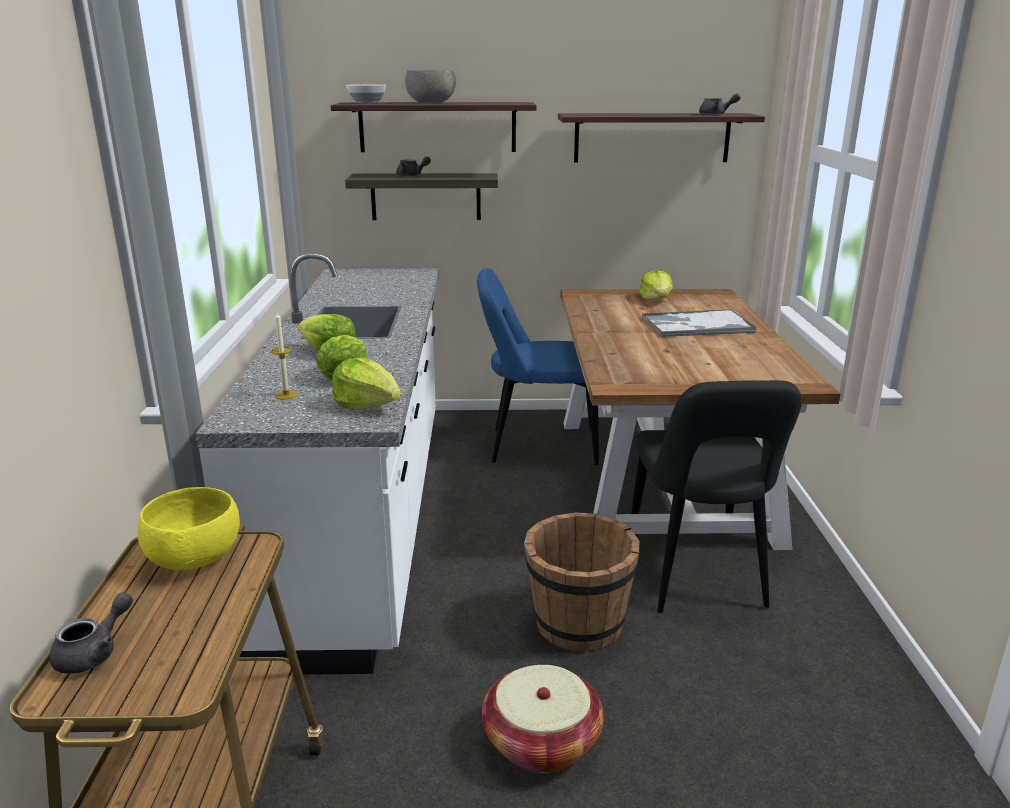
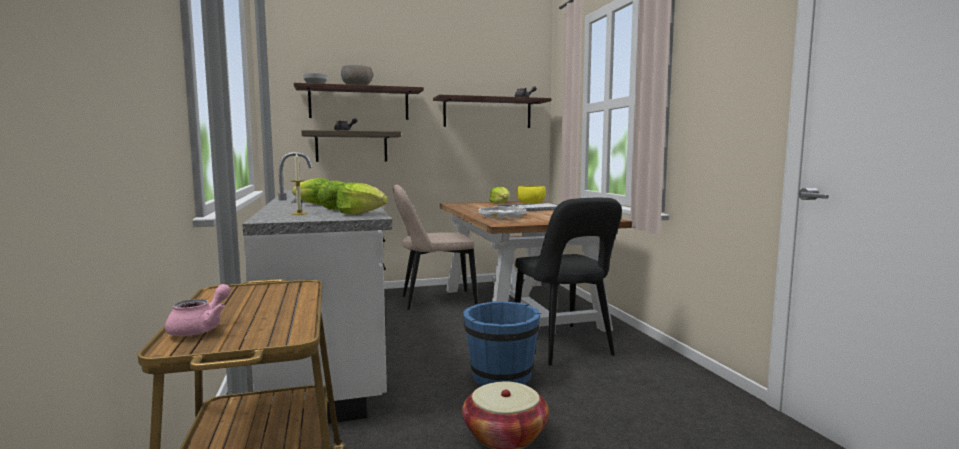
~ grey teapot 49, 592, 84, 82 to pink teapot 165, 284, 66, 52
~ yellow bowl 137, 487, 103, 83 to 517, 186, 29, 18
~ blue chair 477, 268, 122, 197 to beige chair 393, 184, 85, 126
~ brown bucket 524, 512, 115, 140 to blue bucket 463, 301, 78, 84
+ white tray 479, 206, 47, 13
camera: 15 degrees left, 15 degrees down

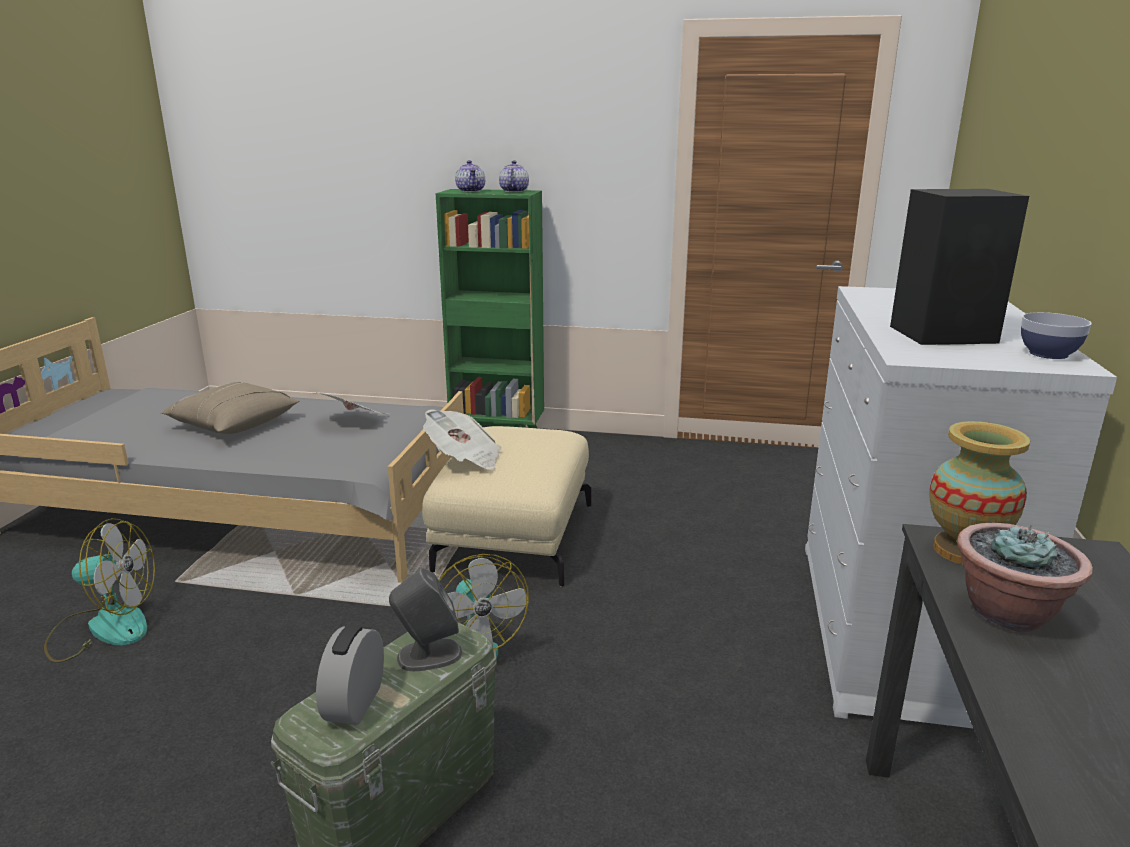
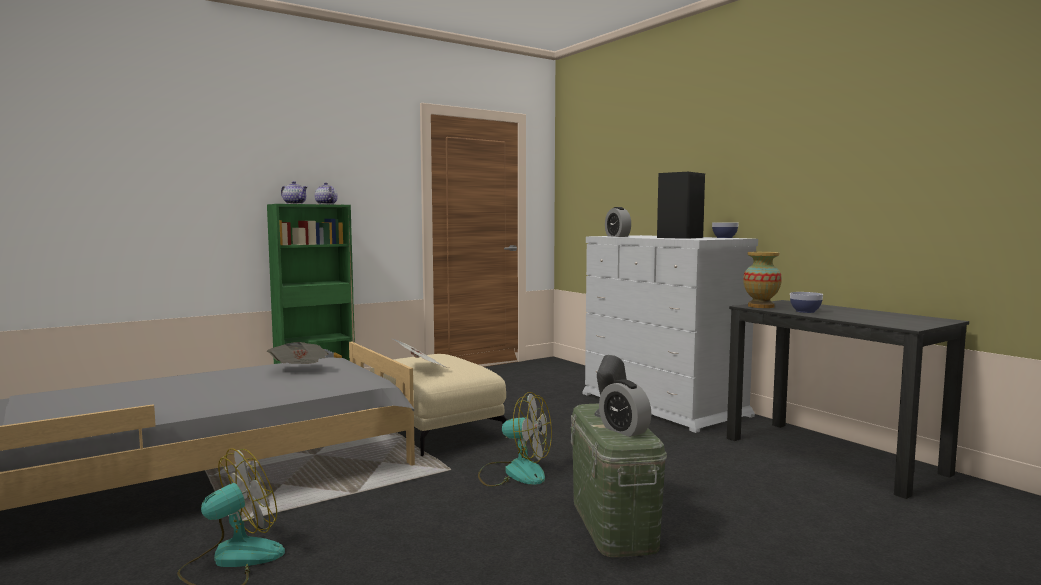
- beige pillow 161, 382, 138, 52
~ potted plant 957, 523, 136, 109 to bowl 790, 292, 33, 21
+ alarm clock 605, 207, 26, 30
camera: 45 degrees left, 15 degrees down

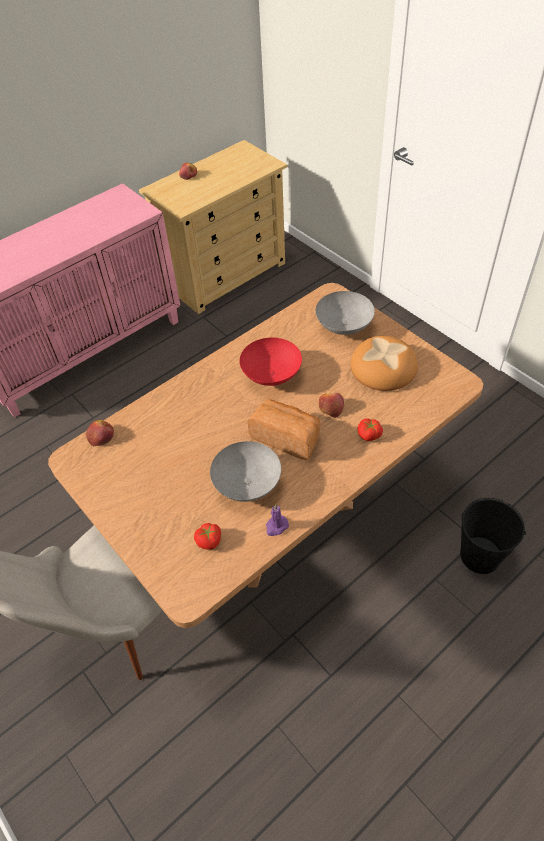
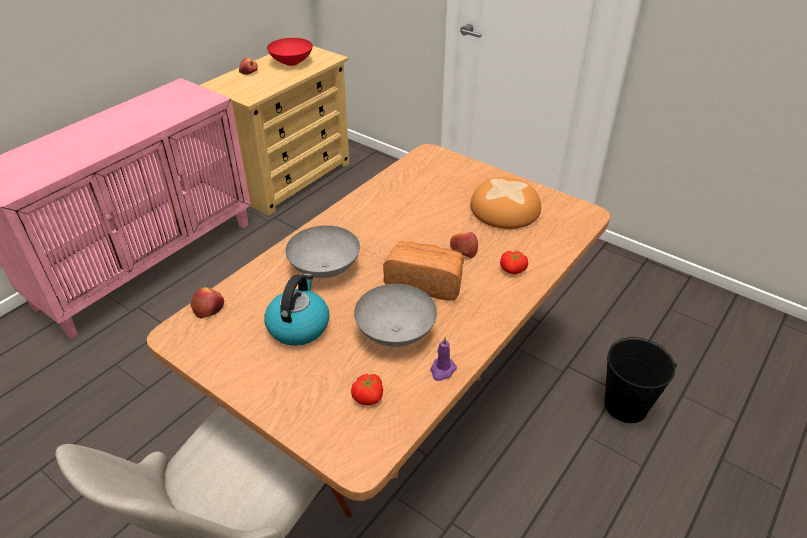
~ red bowl 240, 338, 62, 48 to 267, 38, 46, 28
~ grey bowl 315, 291, 60, 44 to 285, 225, 75, 53
+ kettle 264, 274, 65, 72
camera: 15 degrees left, 10 degrees down

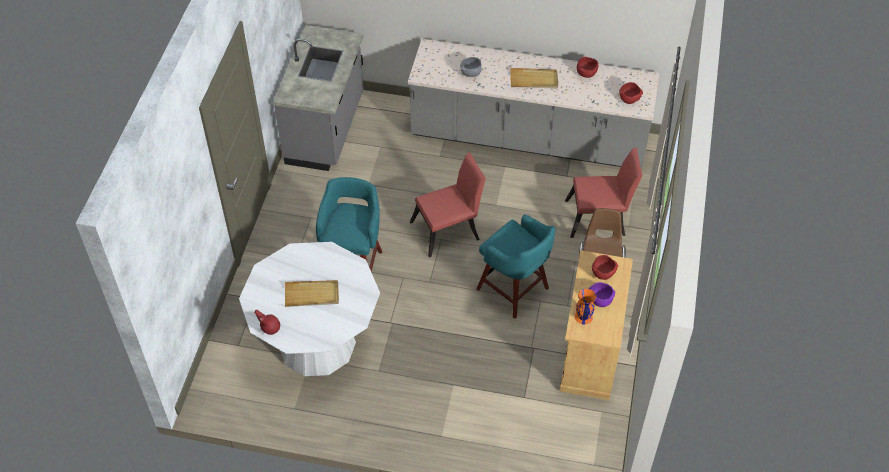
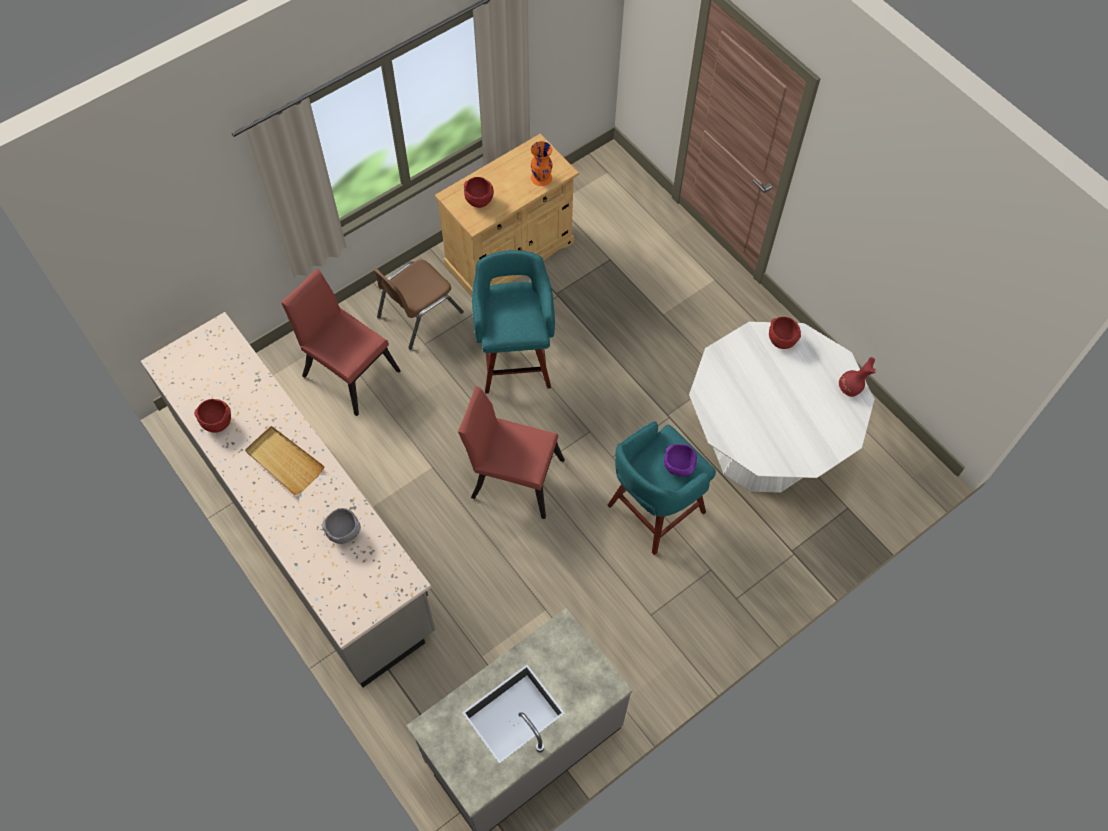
- beige tray 285, 280, 54, 27
~ purple bowl 588, 282, 27, 25 to 664, 444, 33, 33
~ red bowl 619, 82, 24, 22 to 769, 317, 32, 32
camera: 140 degrees left, 10 degrees up

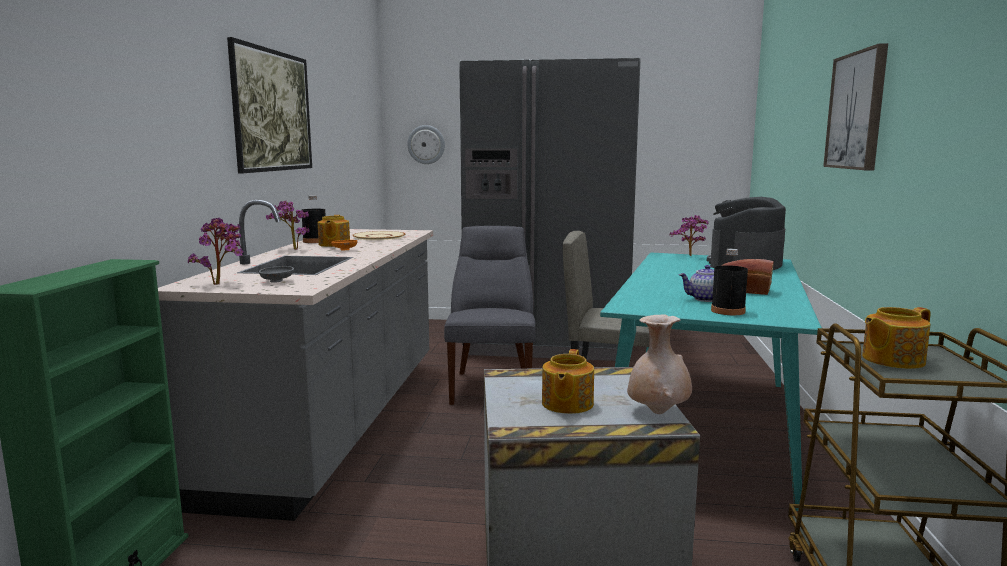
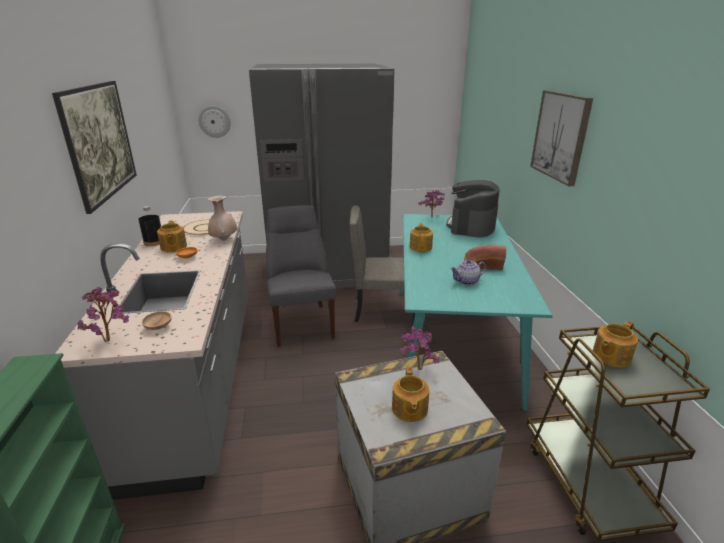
~ grey bowl 259, 266, 35, 17 to brown bowl 142, 311, 29, 19
~ potted plant 266, 201, 43, 49 to 399, 326, 40, 44
~ beige vase 627, 314, 65, 100 to 208, 195, 29, 46
- black bottle 711, 249, 37, 66
+ teapot 410, 223, 23, 29
camera: 15 degrees left, 15 degrees up

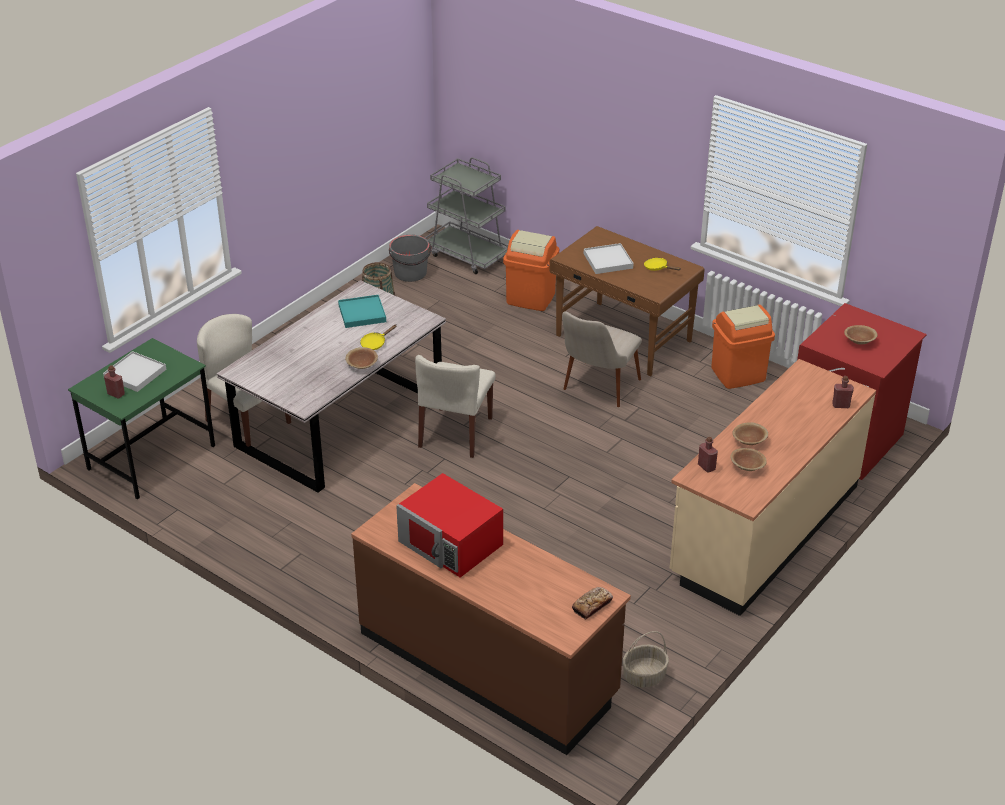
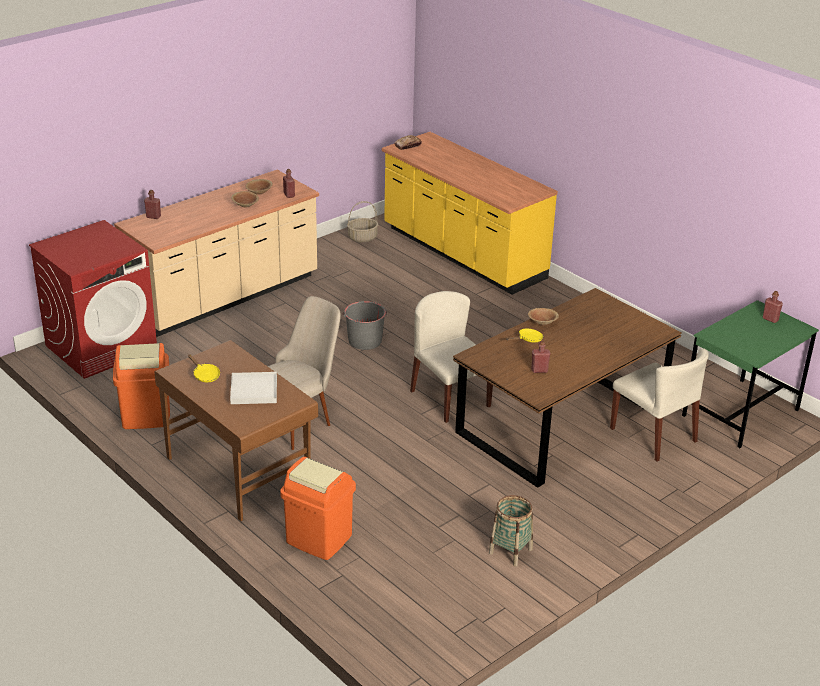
- white tray 103, 351, 63, 41
~ grey dining table 217, 280, 229, 212 to brown dining table 453, 288, 229, 200
~ turquoise tray 338, 295, 48, 33 to red bottle 531, 341, 19, 32
~ brown counter 351, 483, 280, 272 to yellow counter 382, 132, 176, 163
~ grey bucket 389, 235, 43, 47 to 343, 301, 44, 49
- red microwave 396, 473, 107, 105
~ beige chair 415, 355, 81, 103 = 410, 291, 83, 132 60 degrees counterclockwise
- grey cart 425, 157, 83, 117
- brown bowl 844, 325, 33, 20
camera: 170 degrees left, 5 degrees down

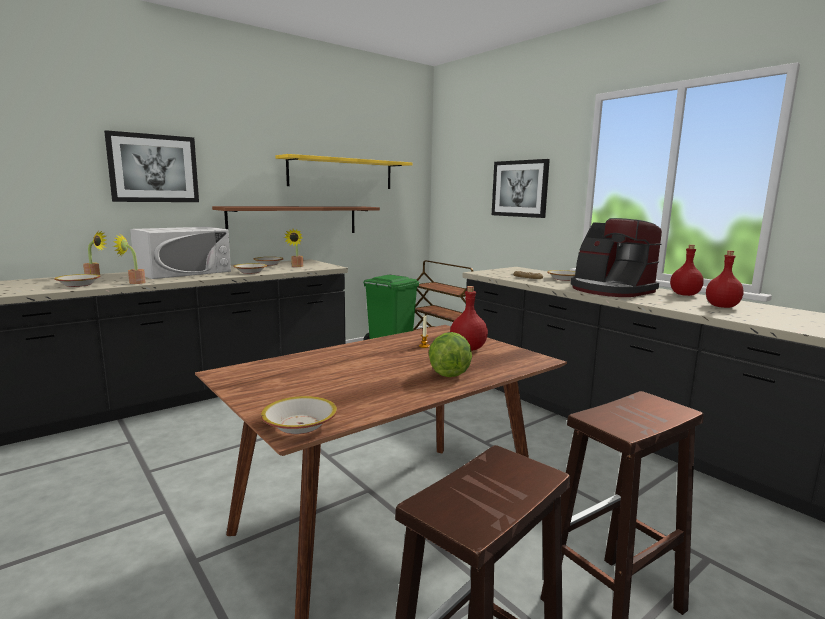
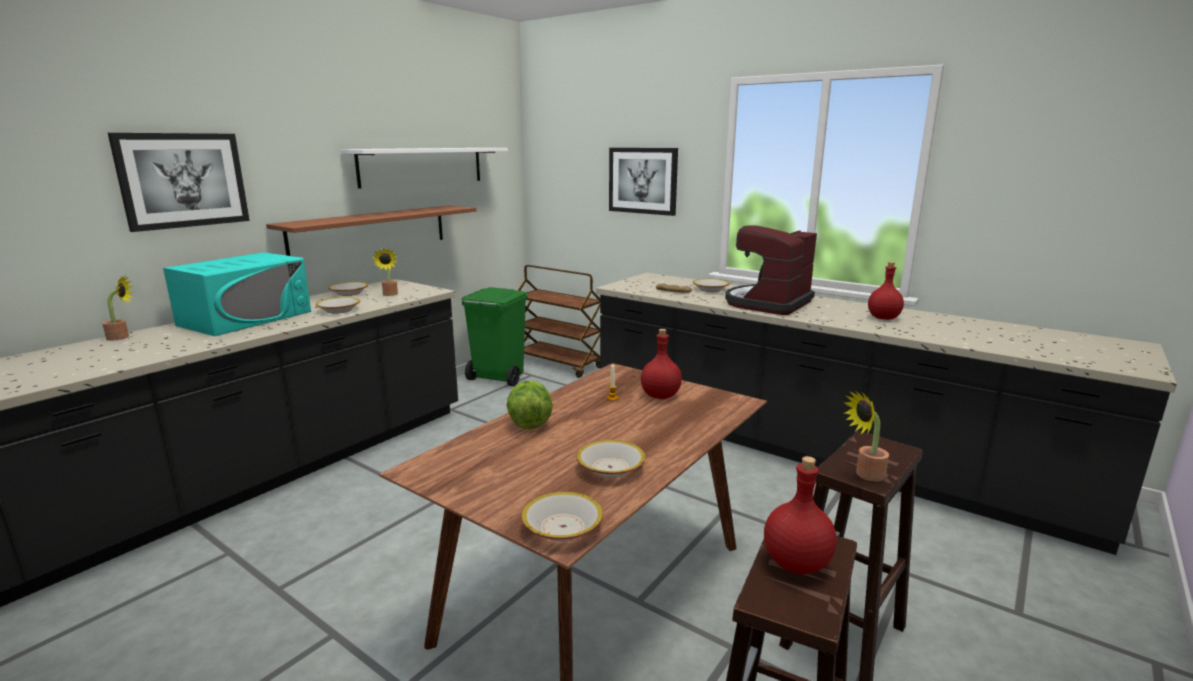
~ bowl 54, 274, 46, 13 to 577, 440, 68, 38
~ potted plant 113, 234, 33, 50 to 844, 391, 45, 91
~ white microwave 130, 227, 101, 52 to turquoise microwave 163, 252, 148, 84
~ yellow shelf 275, 154, 137, 35 to white shelf 341, 148, 167, 41
~ lettuce 429, 332, 43, 45 to 506, 380, 47, 49
~ coffee machine 571, 218, 91, 79 = 725, 225, 92, 90 90 degrees clockwise
~ red bottle 670, 245, 34, 51 to 764, 456, 73, 118
camera: 15 degrees left, 5 degrees up

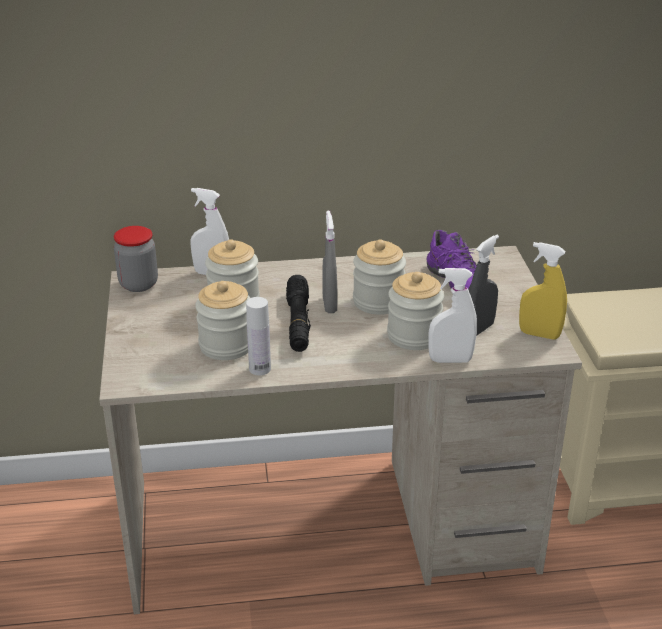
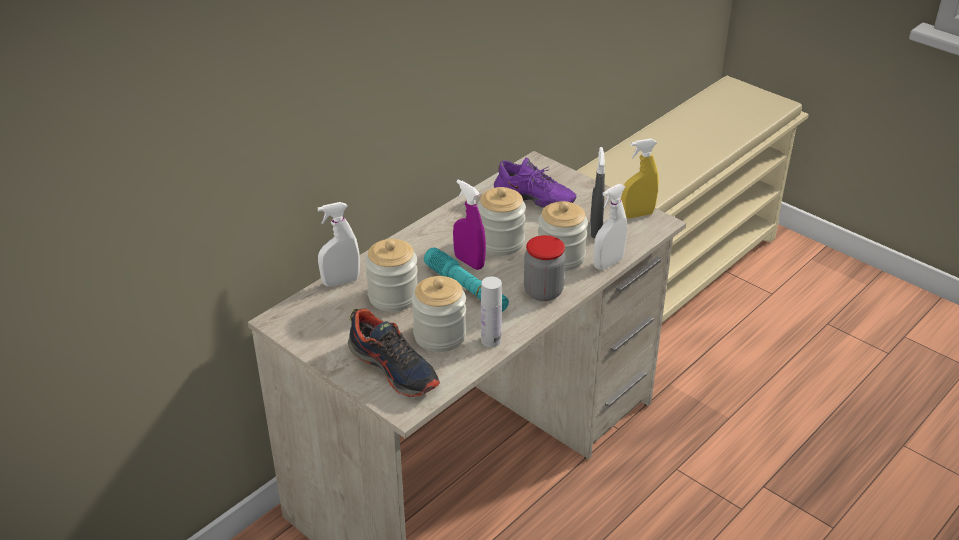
~ jar 114, 226, 44, 66 to 524, 235, 42, 66
~ black flashlight 286, 275, 25, 77 to turquoise flashlight 424, 247, 85, 65
~ grey spray bottle 322, 210, 15, 103 to purple spray bottle 453, 179, 33, 91
+ shoe 348, 308, 92, 89
camera: 40 degrees left, 5 degrees up

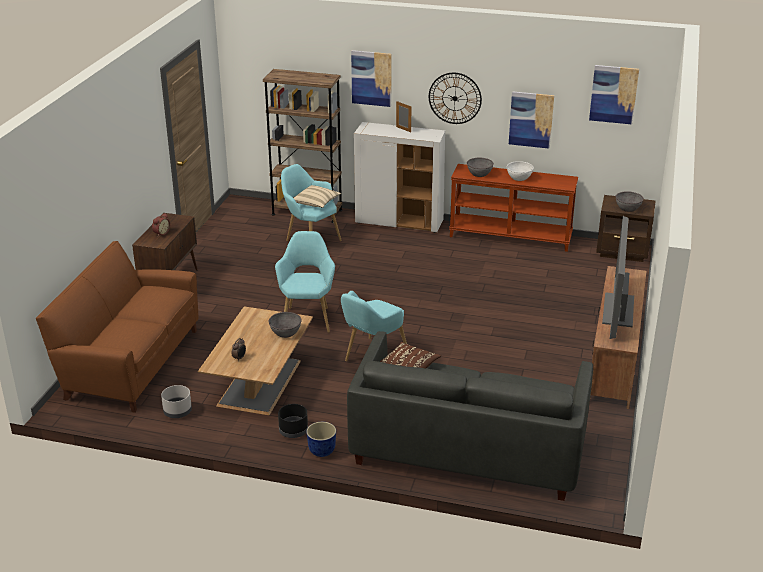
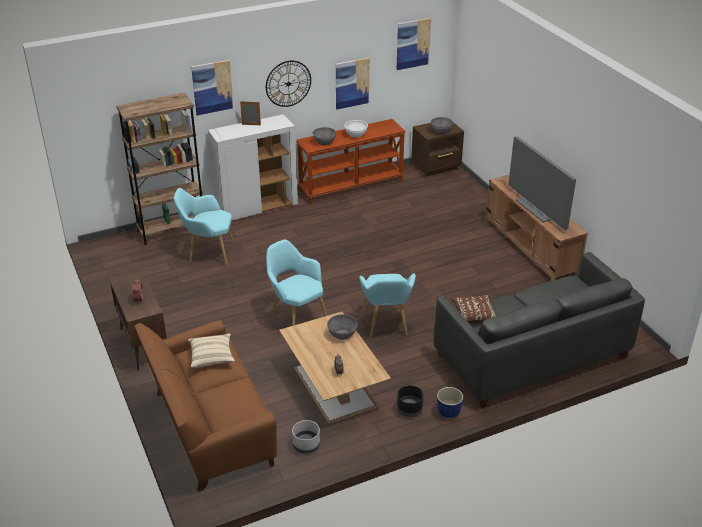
~ beige pillow 294, 185, 47, 23 to 188, 333, 47, 35
camera: 40 degrees left, 5 degrees up

